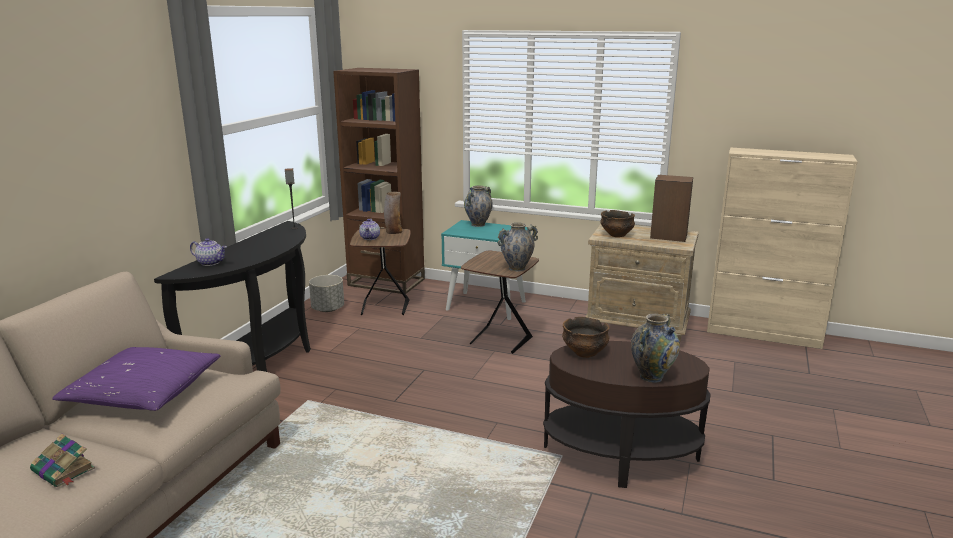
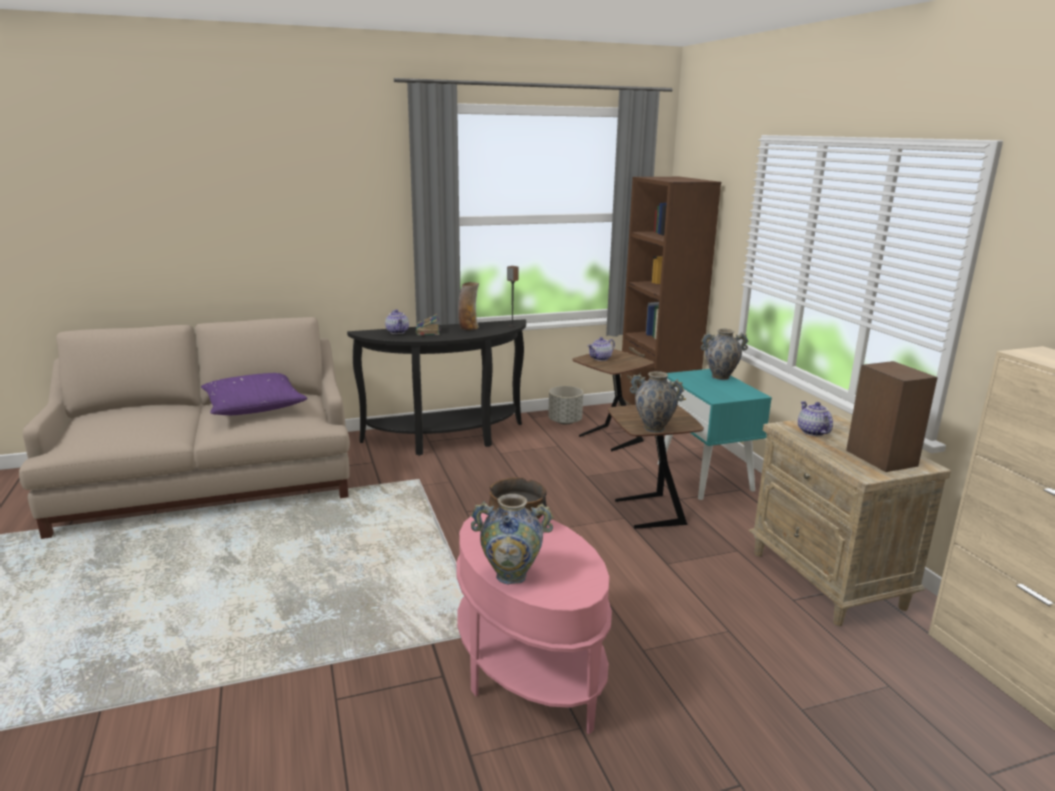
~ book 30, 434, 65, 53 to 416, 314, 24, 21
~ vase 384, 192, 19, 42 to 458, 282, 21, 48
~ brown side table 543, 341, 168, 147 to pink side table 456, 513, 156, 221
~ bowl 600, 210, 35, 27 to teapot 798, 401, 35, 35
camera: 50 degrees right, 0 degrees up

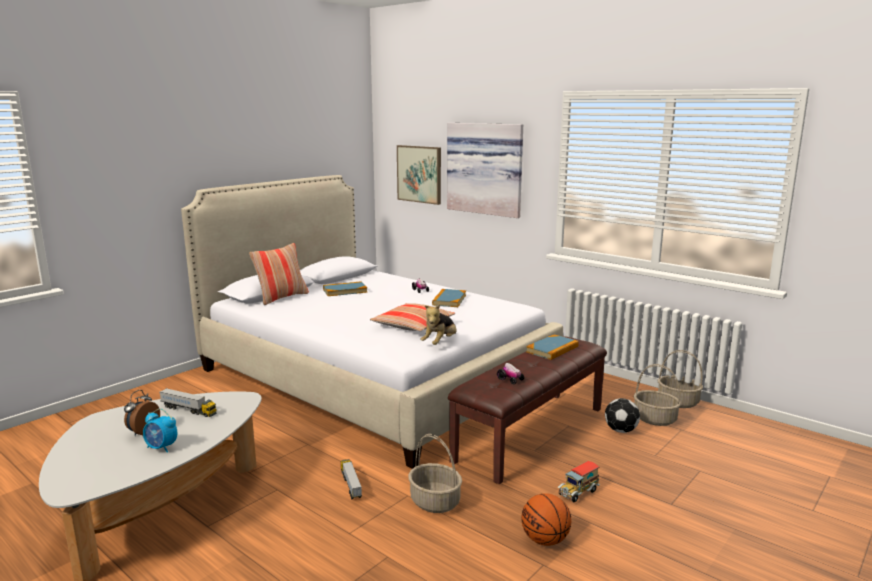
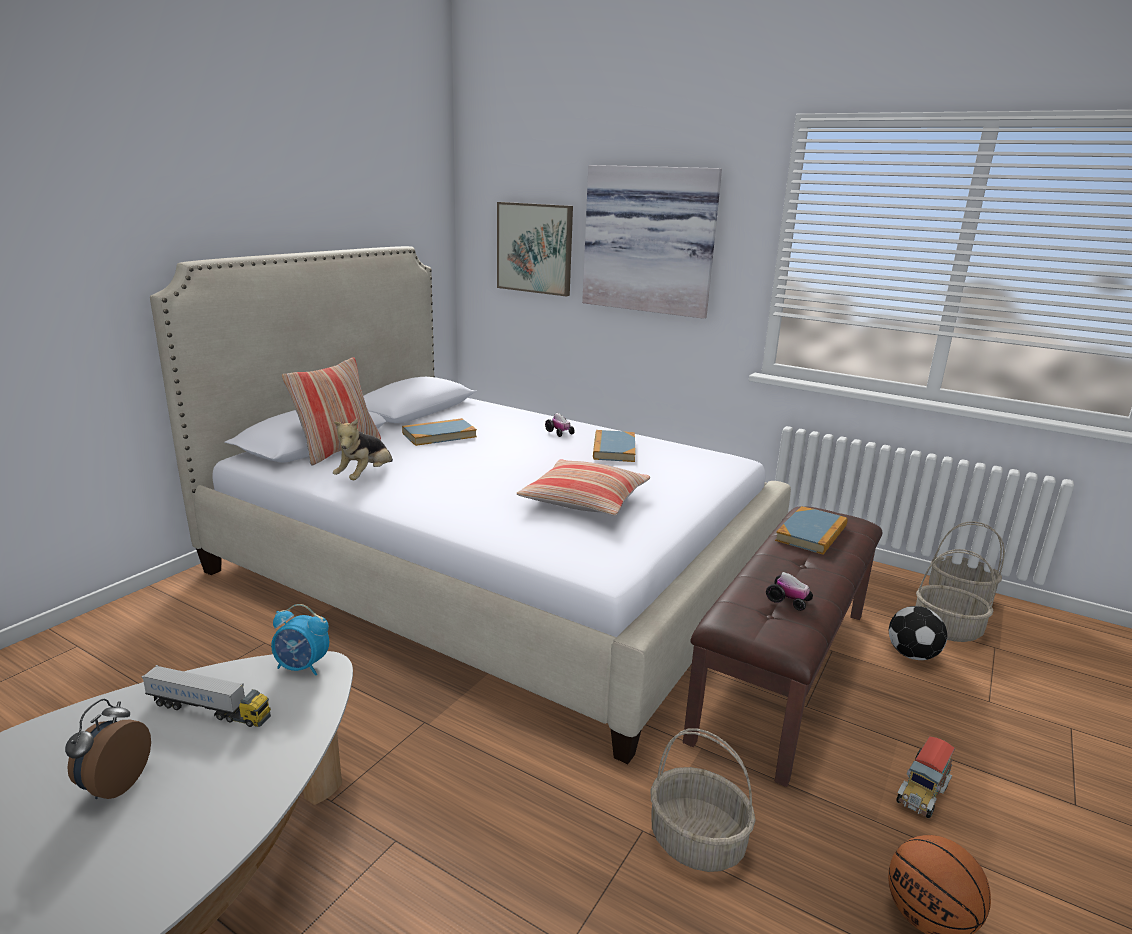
~ alarm clock 143, 409, 34, 44 to 271, 604, 58, 72
- toy truck 340, 459, 22, 40
~ plush toy 420, 304, 36, 41 to 333, 419, 60, 61
camera: 10 degrees left, 5 degrees up

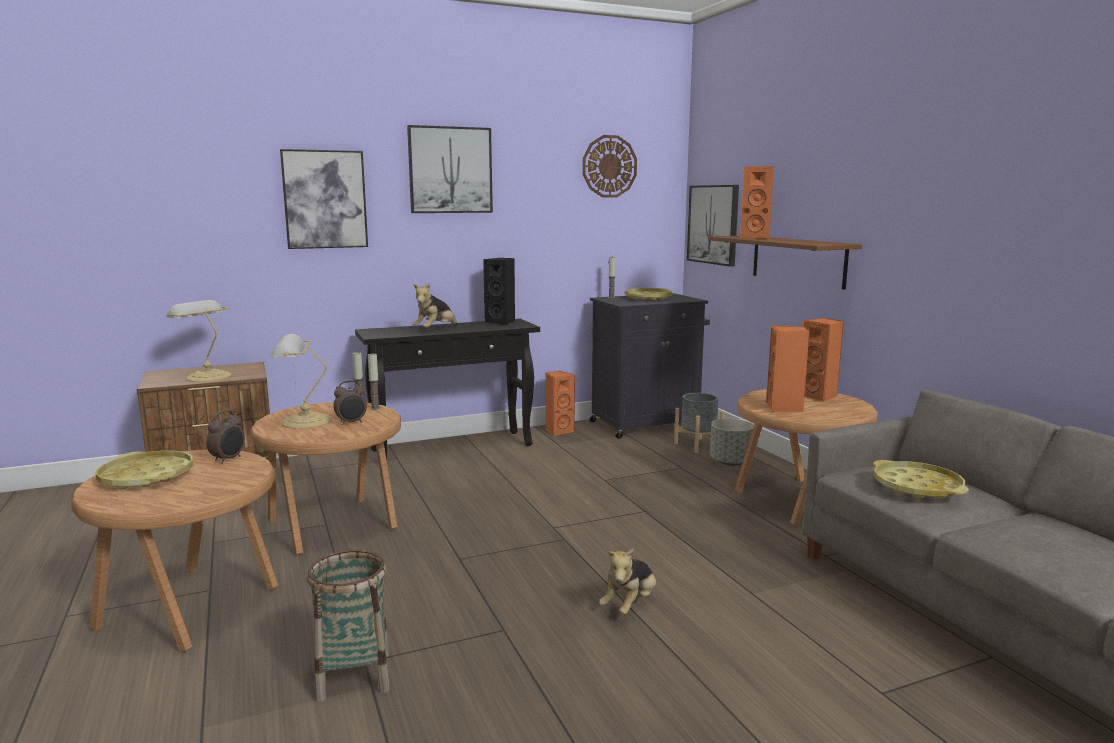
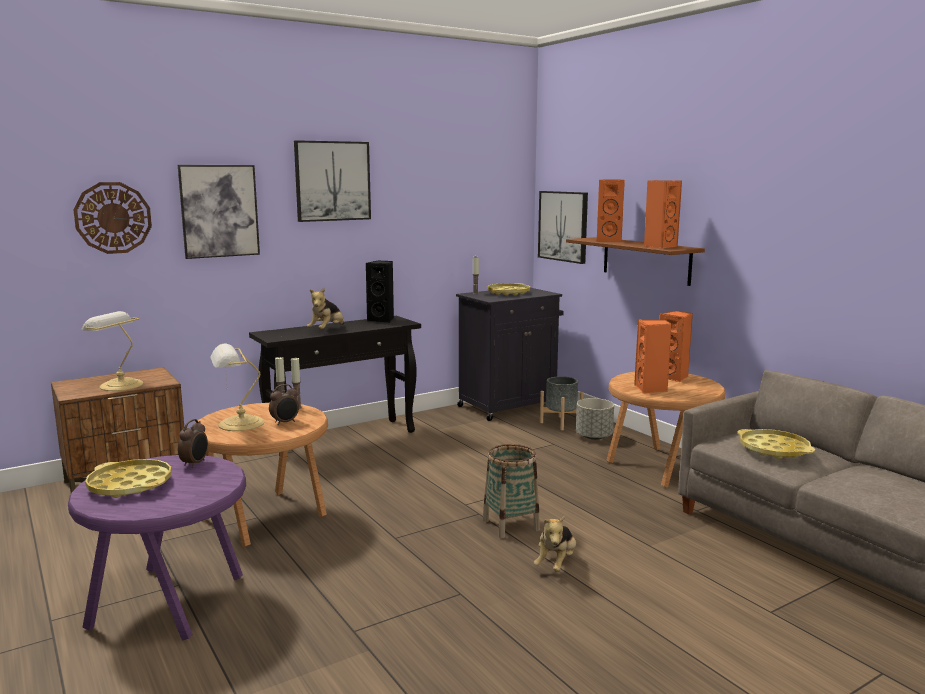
~ brown side table 71, 450, 207, 203 to purple side table 68, 455, 178, 186
~ basket 307, 550, 83, 152 to 483, 444, 57, 94
~ orange speaker 546, 371, 29, 65 to 644, 180, 38, 69
~ wall clock 583, 135, 54, 63 to 73, 182, 79, 72
camera: 10 degrees left, 0 degrees up

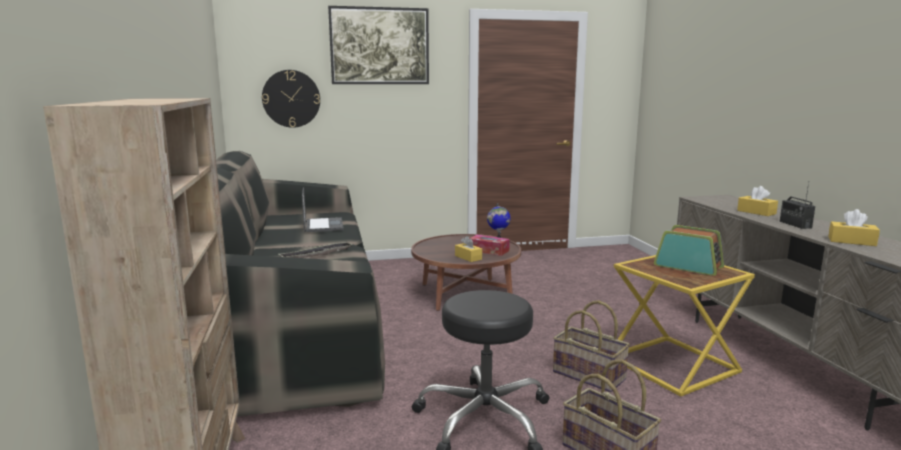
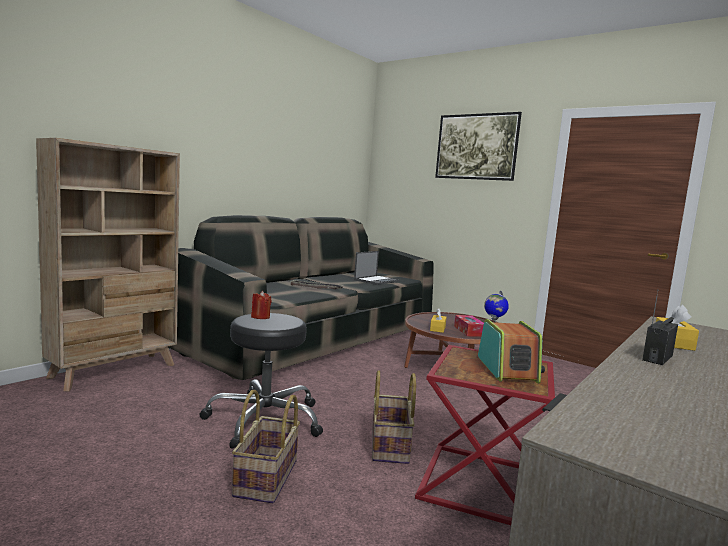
- wall clock 262, 70, 58, 58
~ yellow side table 614, 255, 141, 142 to red side table 415, 345, 140, 180
- yellow tissue box 828, 209, 52, 37
+ red candle 251, 291, 21, 28
camera: 50 degrees right, 5 degrees down

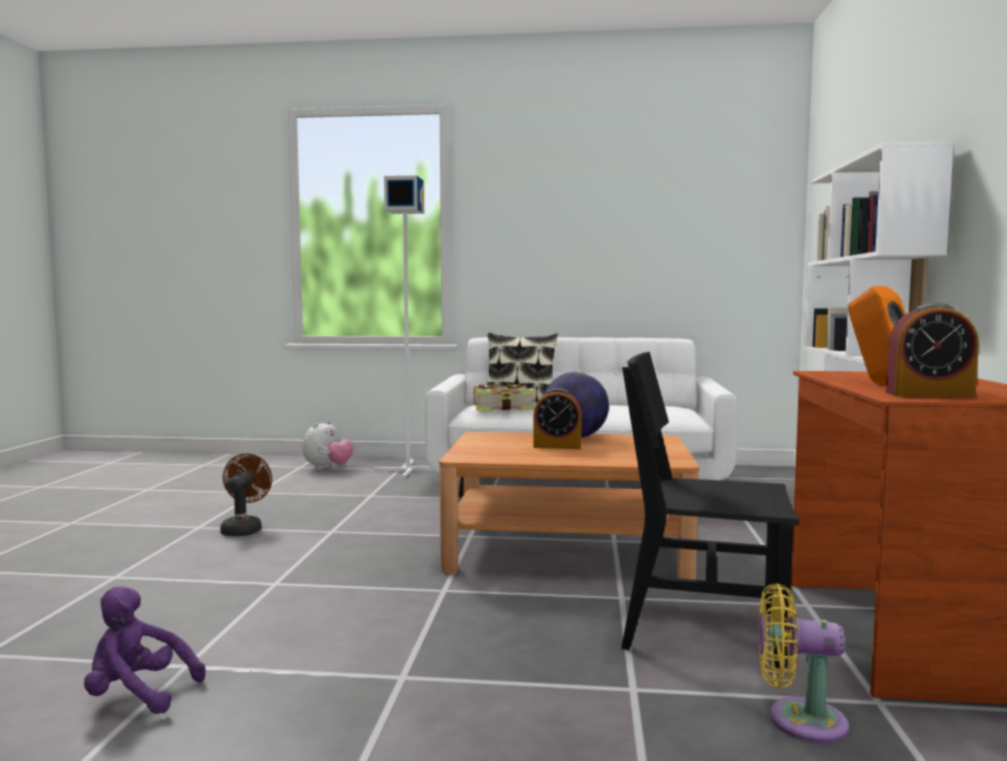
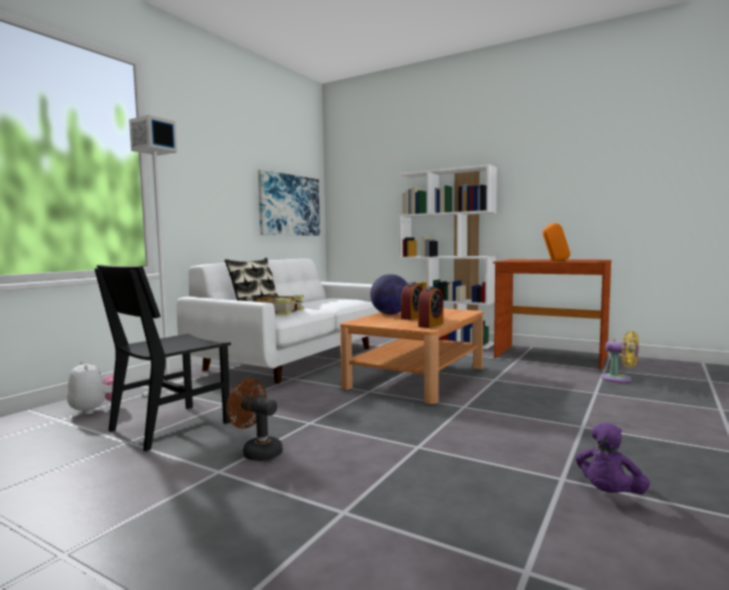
~ black chair 621, 352, 179, 316 to 94, 264, 137, 187
~ yellow fan 759, 584, 90, 159 = 601, 331, 38, 52 90 degrees counterclockwise
~ alarm clock 886, 303, 93, 95 to 418, 286, 25, 42
+ picture 258, 169, 62, 67
camera: 65 degrees left, 0 degrees up

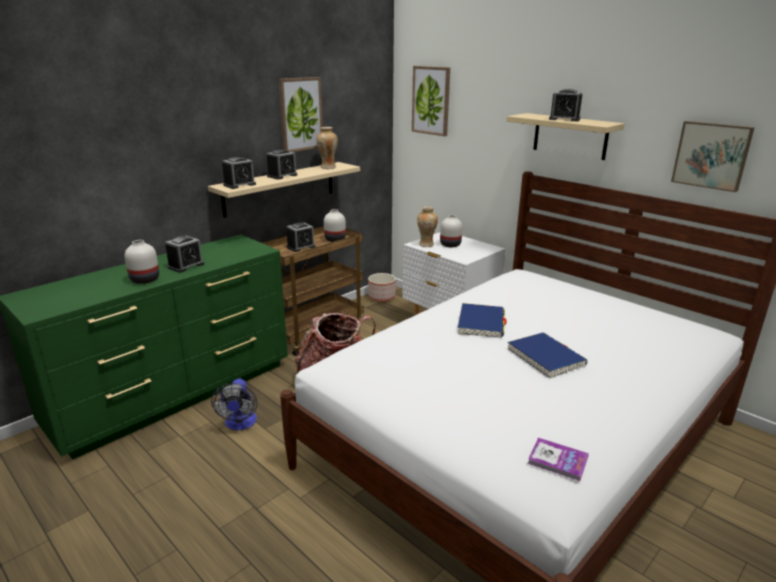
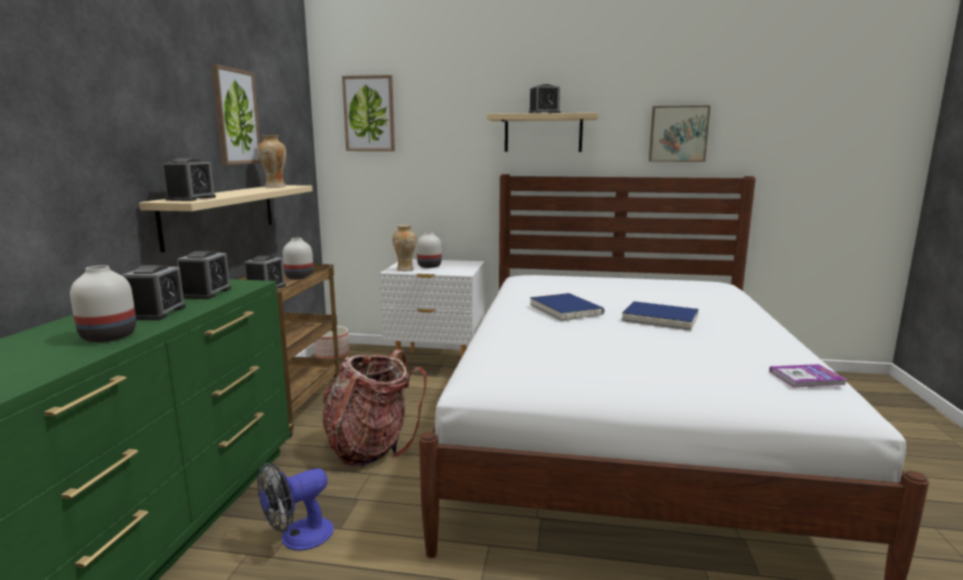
~ fan 211, 379, 46, 51 = 257, 463, 77, 87 90 degrees clockwise
~ alarm clock 267, 150, 30, 29 to 177, 251, 54, 48
camera: 35 degrees left, 10 degrees down

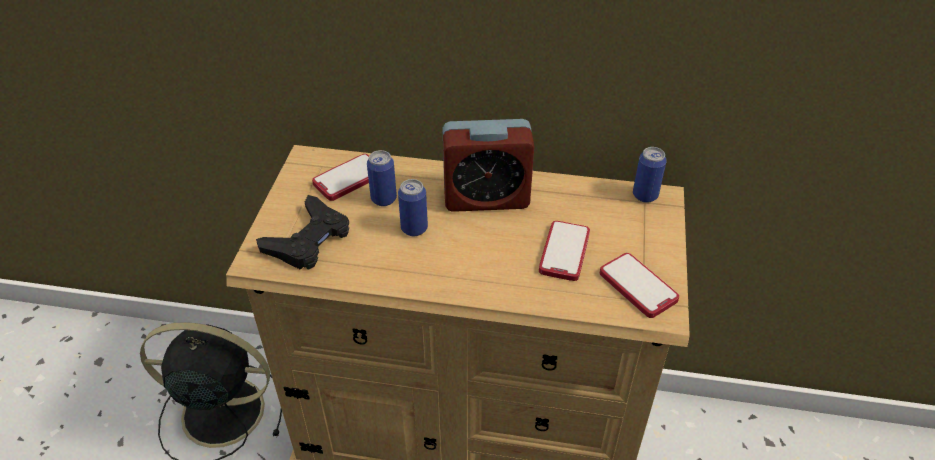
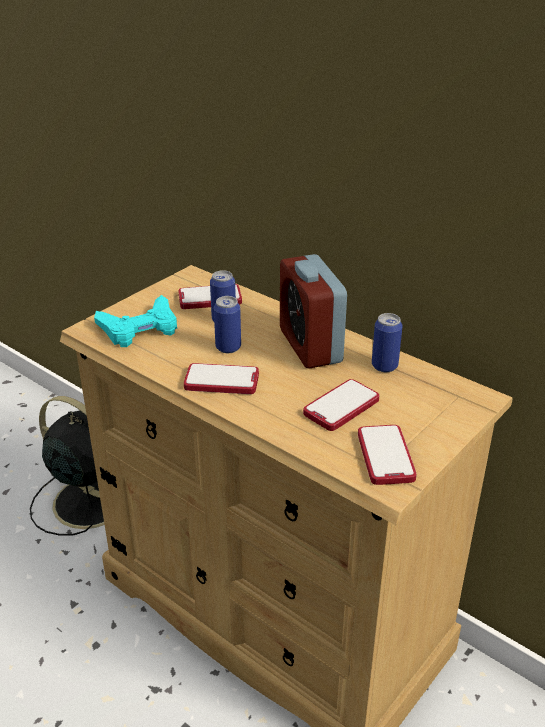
~ black game controller 256, 195, 93, 75 to turquoise game controller 94, 295, 83, 52
~ alarm clock 443, 119, 91, 93 = 280, 254, 67, 115 45 degrees clockwise
~ can 633, 147, 34, 56 to 372, 313, 31, 59
+ phone 184, 363, 75, 31
camera: 30 degrees right, 10 degrees down

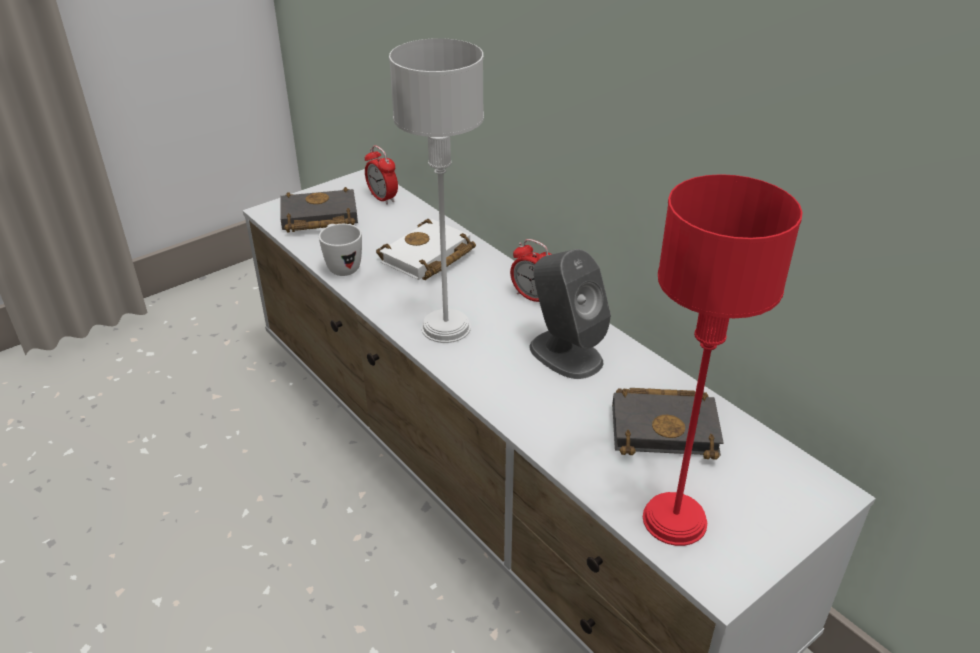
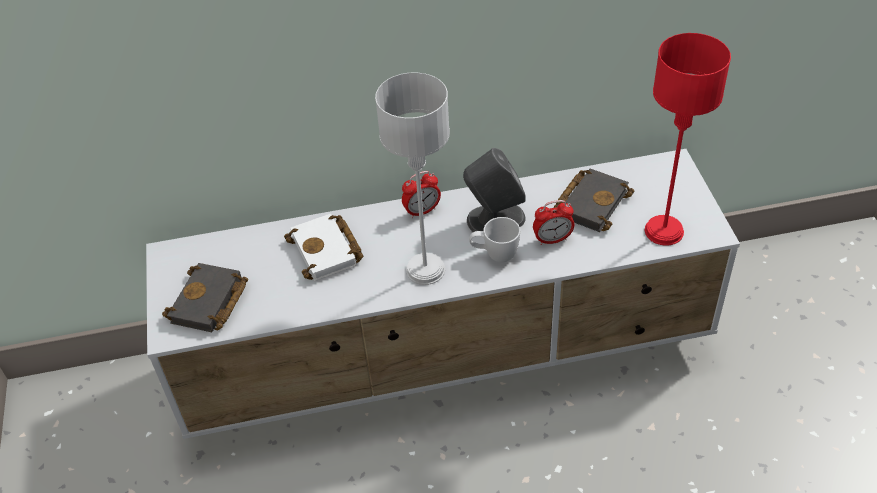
~ white mug 319, 224, 43, 52 to 469, 217, 51, 45
~ alarm clock 365, 145, 33, 60 to 533, 200, 41, 45
camera: 60 degrees left, 10 degrees up

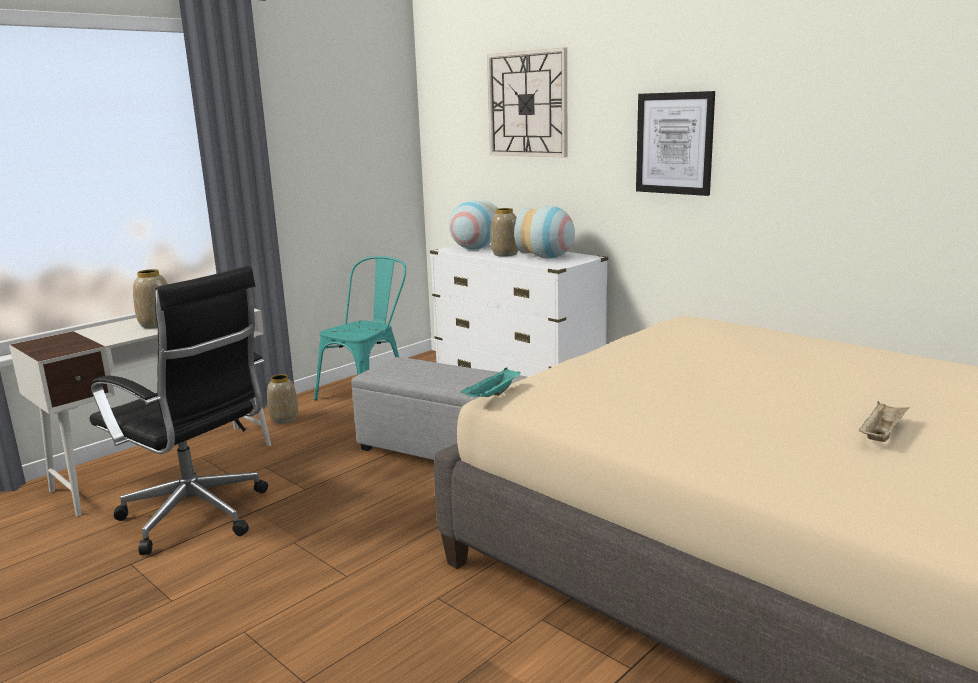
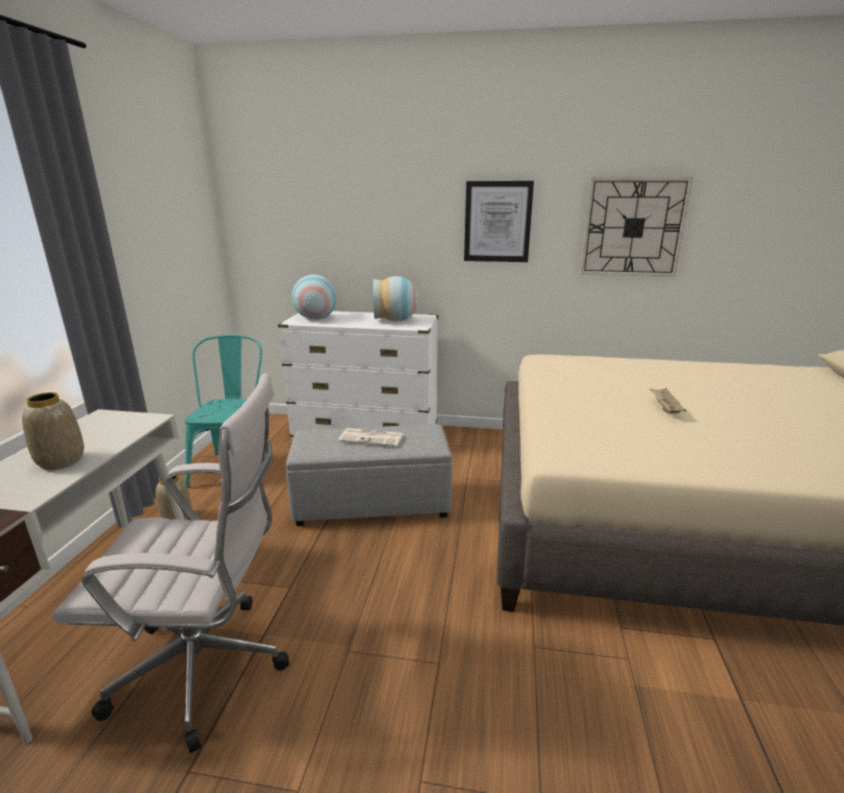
~ black office chair 90, 266, 178, 289 to white office chair 53, 373, 236, 380
- turquoise tray 461, 368, 60, 29
~ wall clock 487, 47, 80, 110 to 580, 177, 113, 100
- vase 491, 208, 28, 49
~ beige tray 858, 401, 51, 41 to 650, 388, 36, 25
+ newspaper 338, 428, 65, 19
camera: 35 degrees left, 5 degrees up

